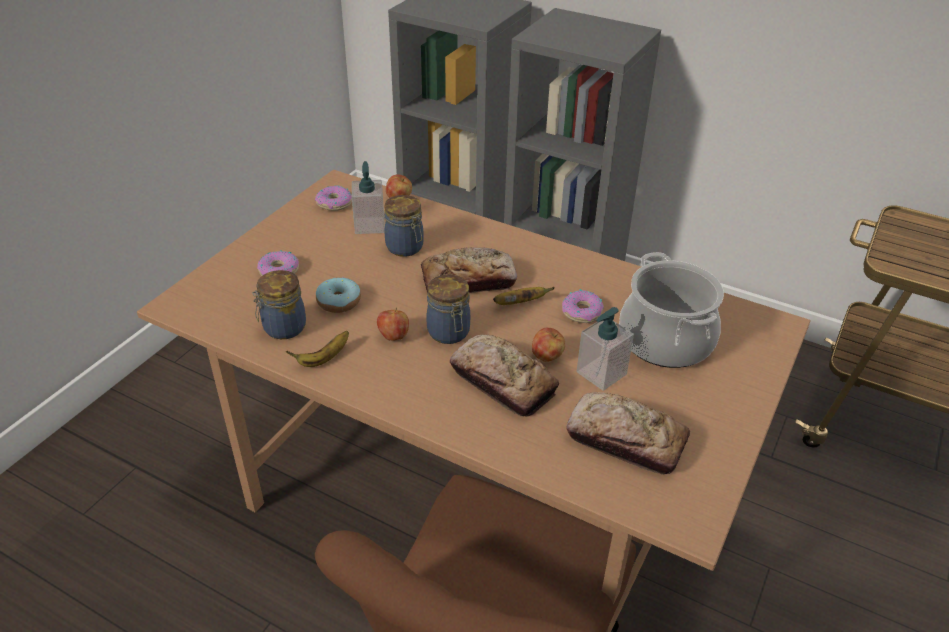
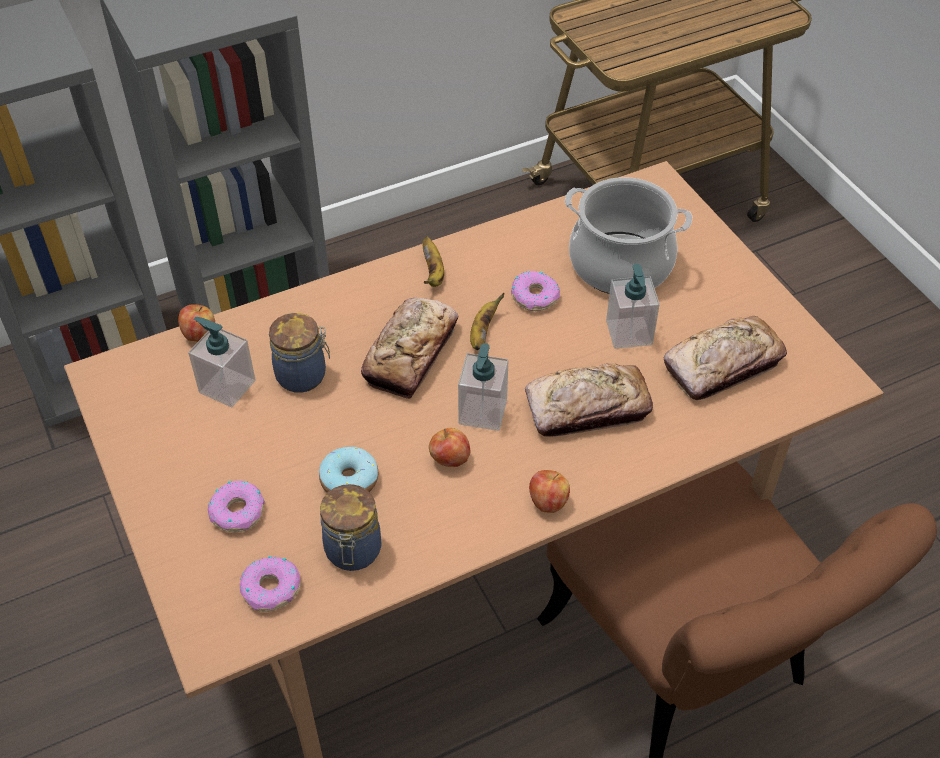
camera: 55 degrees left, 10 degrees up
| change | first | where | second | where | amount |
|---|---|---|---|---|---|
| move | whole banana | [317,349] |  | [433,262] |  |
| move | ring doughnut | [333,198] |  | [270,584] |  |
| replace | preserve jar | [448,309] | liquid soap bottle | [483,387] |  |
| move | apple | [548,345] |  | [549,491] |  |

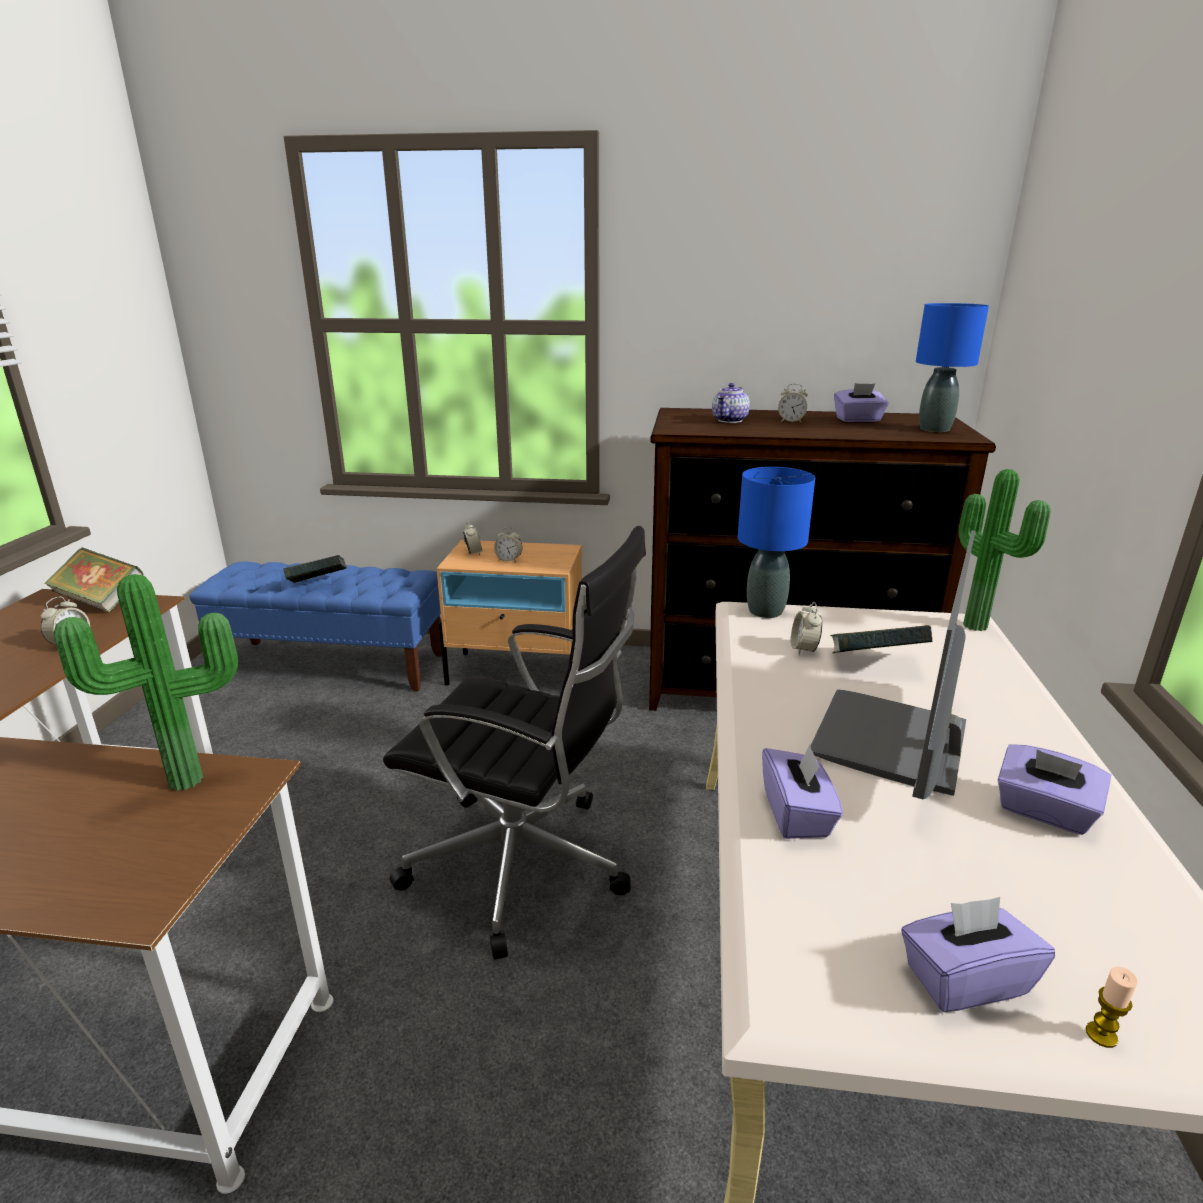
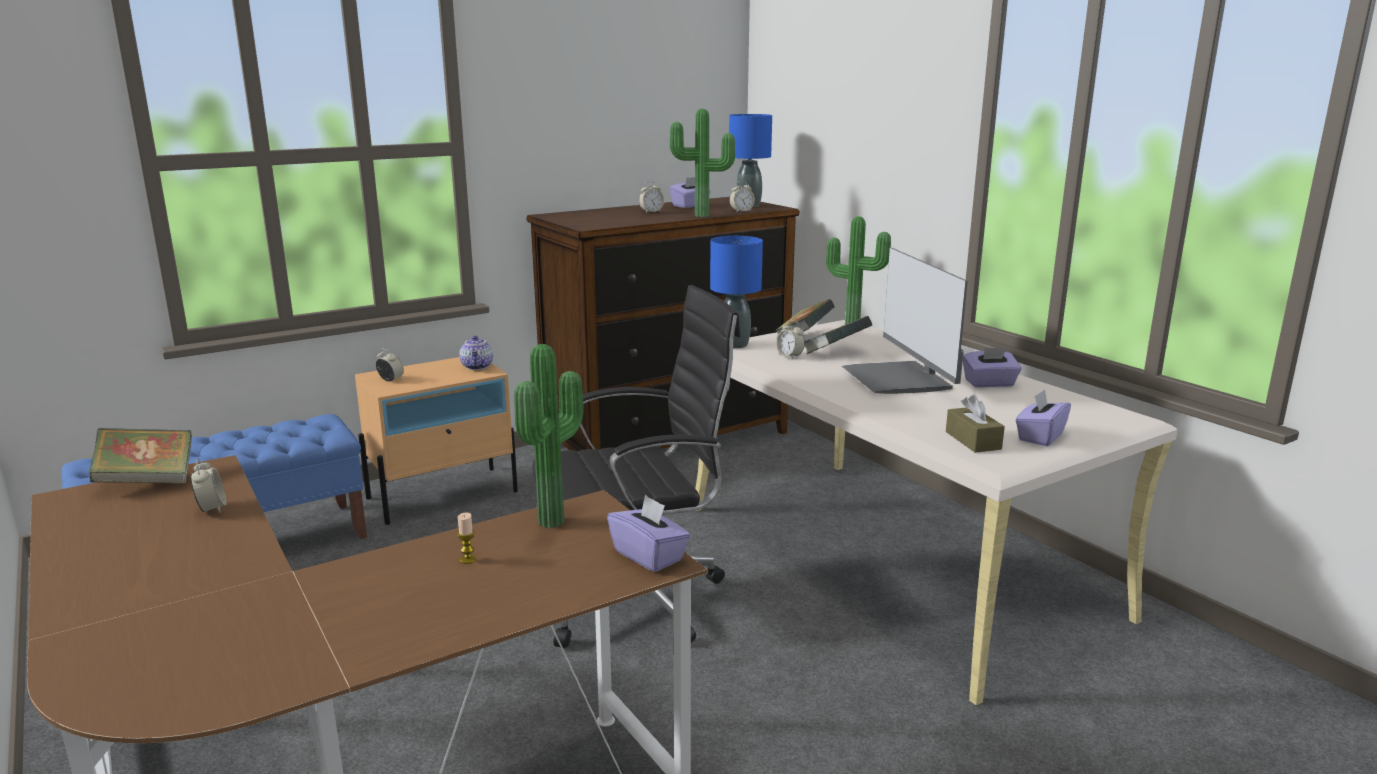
camera: 40 degrees left, 5 degrees down
| change | first | where | second | where | amount |
|---|---|---|---|---|---|
| move | book | [315,569] |  | [805,316] |  |
| move | table clock | [508,544] |  | [742,197] |  |
| move | tea pot | [731,403] |  | [476,353] |  |
| move | tissue box (purple-coloured) | [802,792] |  | [649,533] |  |
| move | wax candle | [1112,1007] |  | [467,538] |  |
| insert |  |  | plant in a pot | [702,163] |  |
| insert |  |  | tissue box (brownish) | [975,423] |  |

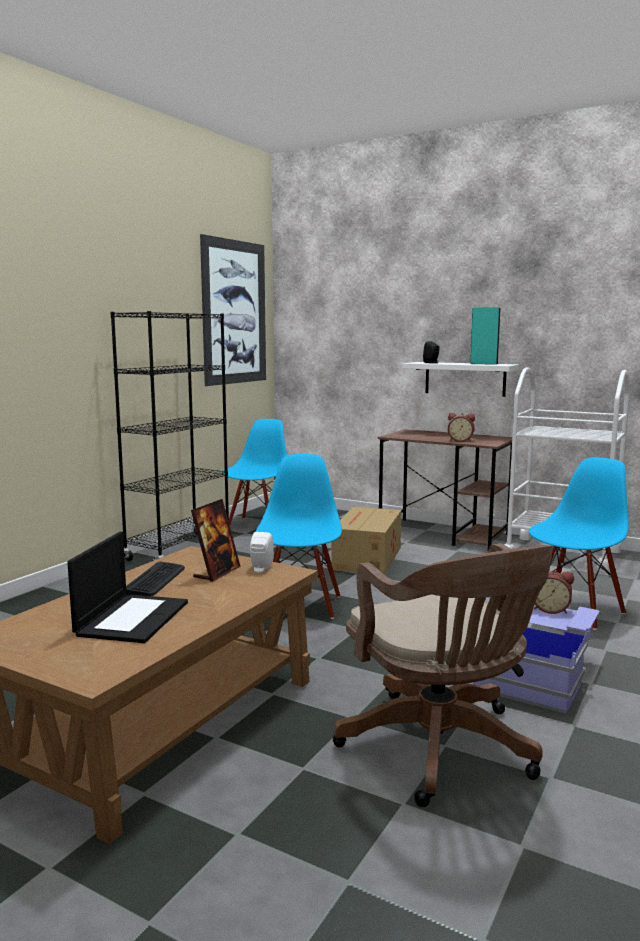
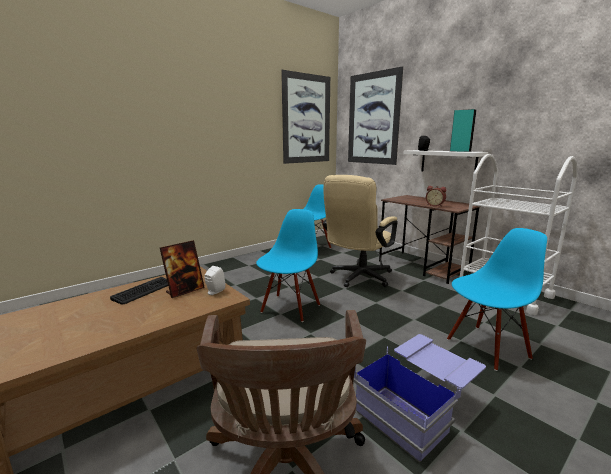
camera: 20 degrees right, 5 degrees up
| change | first | where | second | where | amount |
|---|---|---|---|---|---|
| delete | notebook computer | [127,587] |  |  |  |
| delete | bookcase (blackish) | [169,436] |  |  |  |
| replace | cardboard box | [366,541] | office chair (beige-coloured) | [360,231] |  |
| delete | table clock | [554,592] |  |  |  |
| insert |  |  | picture | [375,115] |  |

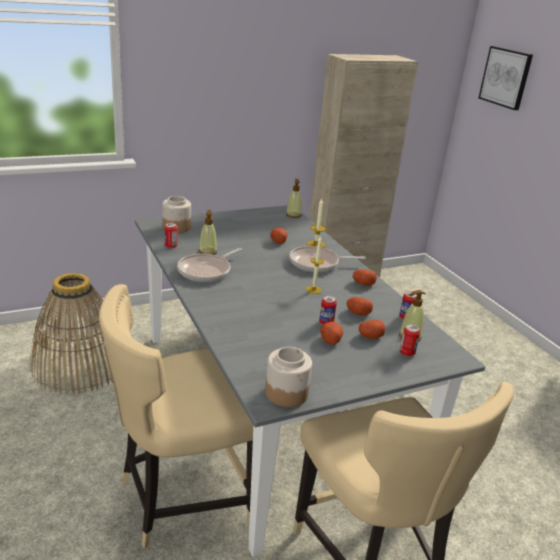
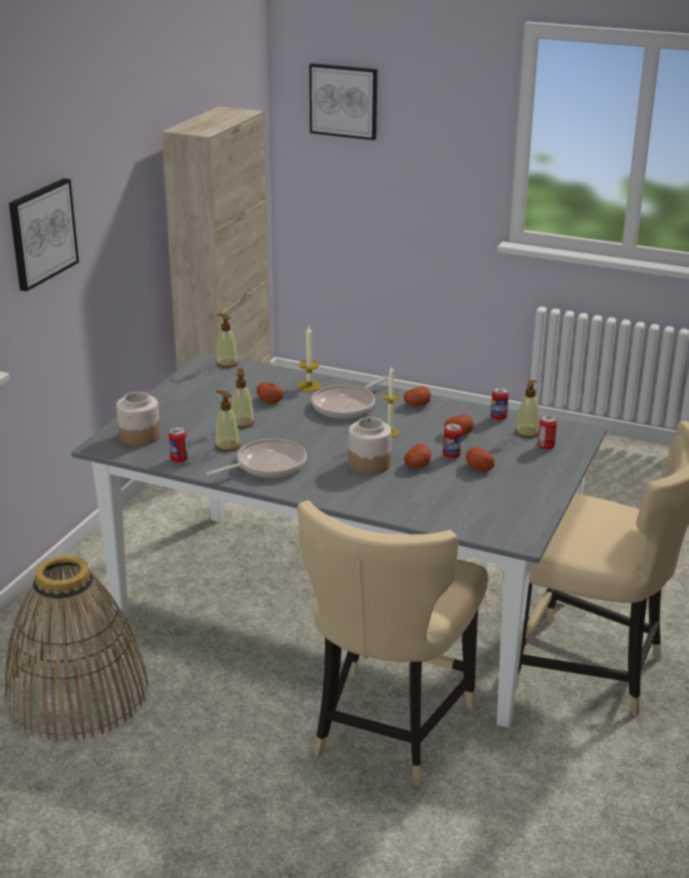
camera: 40 degrees left, 0 degrees up
| change | first | where | second | where | amount |
|---|---|---|---|---|---|
| rotate | skillet | [209,265] |  | [256,458] | 120 degrees counterclockwise |
| move | preserve jar | [288,377] |  | [370,445] |  |
| move | potato | [372,329] |  | [417,456] |  |
| insert |  |  | picture | [44,234] |  |
| insert |  |  | liquid soap bottle | [243,398] |  |

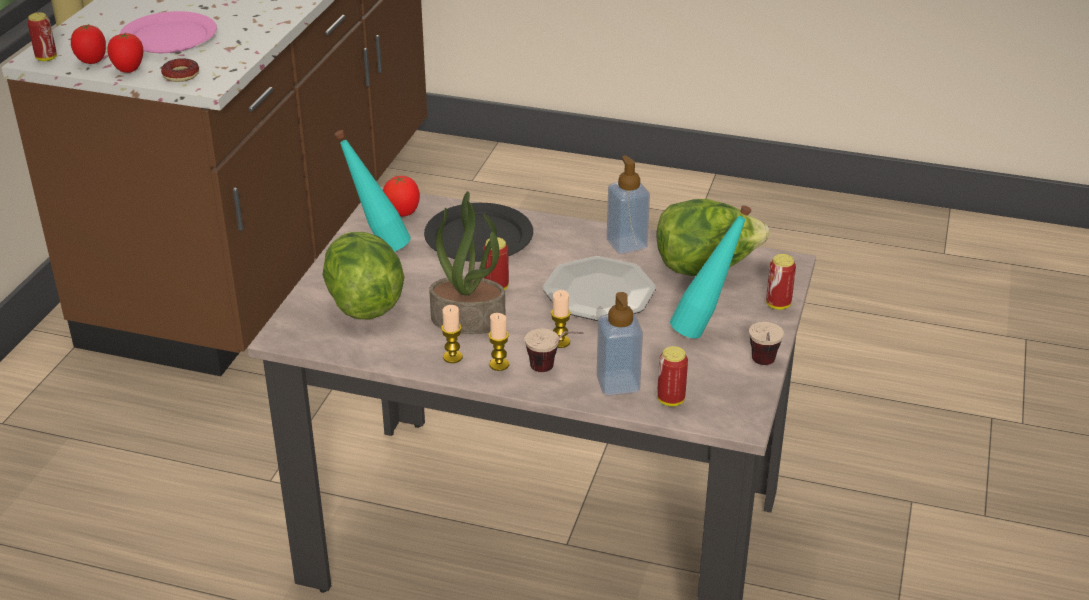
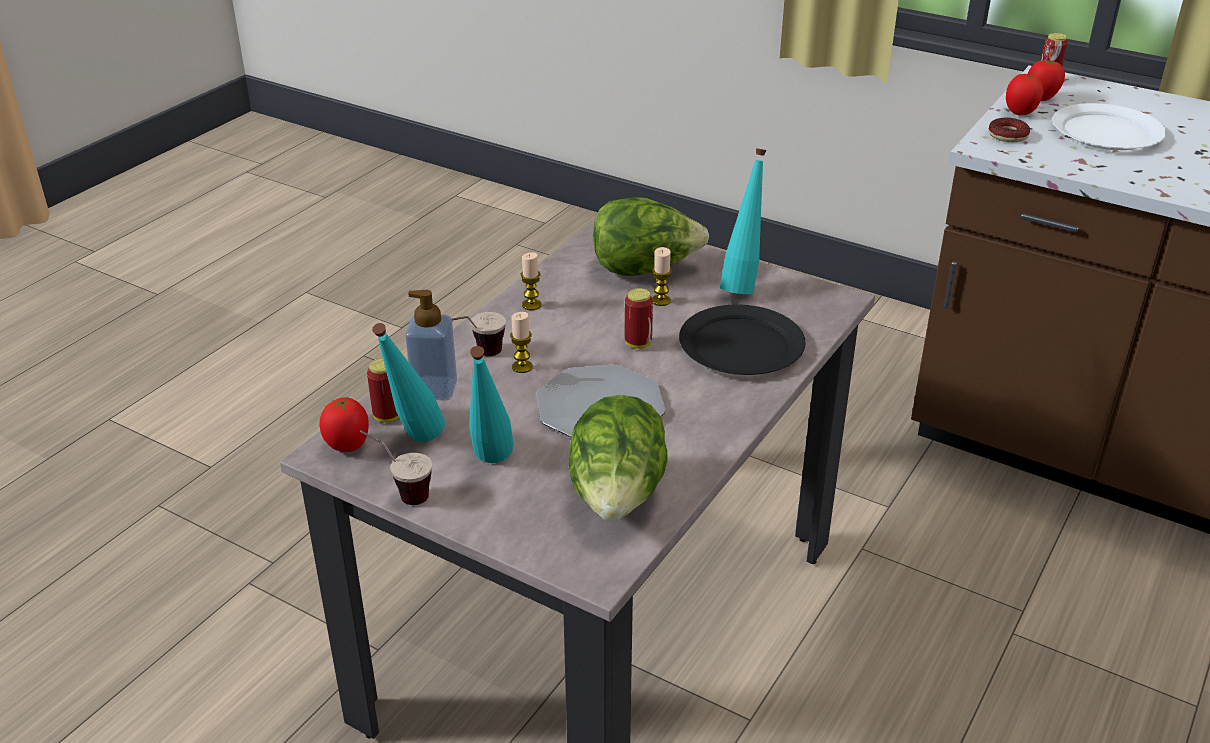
camera: 105 degrees right, 0 degrees up
| change | first | where | second | where | amount |
|---|---|---|---|---|---|
| recolor | flat dish (pink) | [168,32] | flat dish (white-coloured) | [1109,126] |  |
| move | whole tomato | [401,195] |  | [344,424] |  |
| delete | plant in a pot | [467,262] |  |  |  |
| move | wax candle | [498,342] |  | [662,276] |  |
| delete | liquid soap bottle | [628,204] |  |  |  |
| delete | metal can | [781,282] |  |  |  |
| insert |  |  | drink bottle (turquoise) | [408,382] |  |

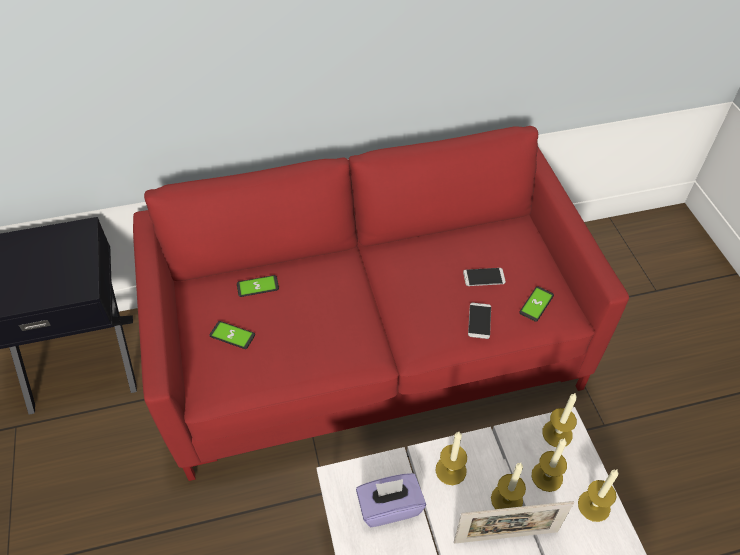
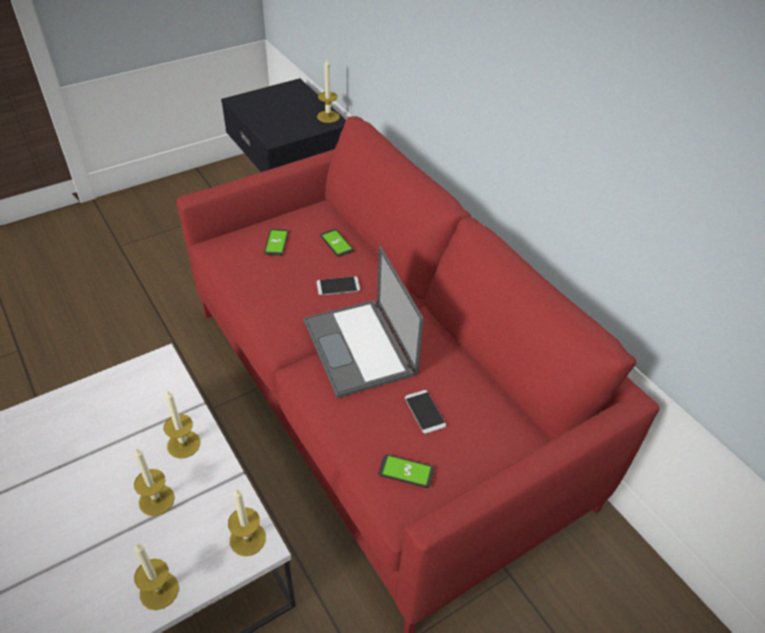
camera: 70 degrees right, 5 degrees down
| change | first | where | second | where | amount |
|---|---|---|---|---|---|
| delete | tissue box (purple-coloured) | [391,500] |  |  |  |
| delete | photo frame | [514,522] |  |  |  |
| move | handset | [479,321] |  | [338,285] |  |
| move | wax candle | [549,465] |  | [328,91] |  |
| insert |  |  | notebook computer | [364,322] |  |

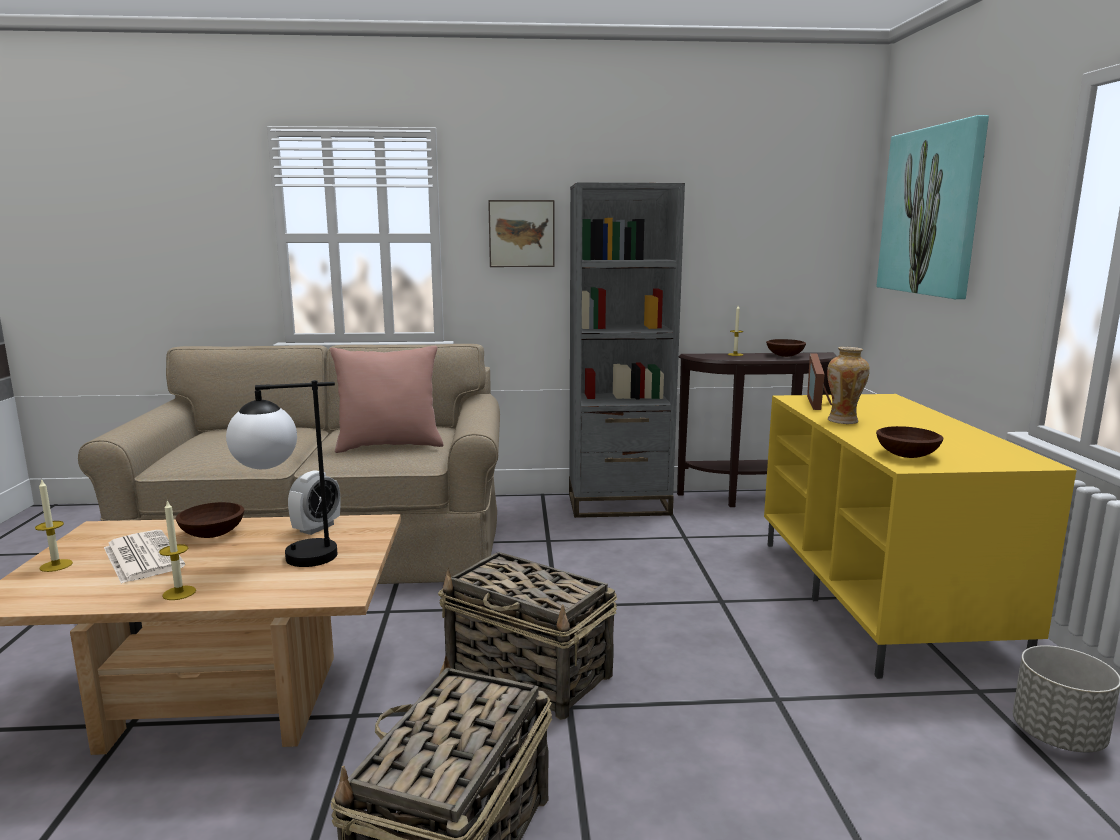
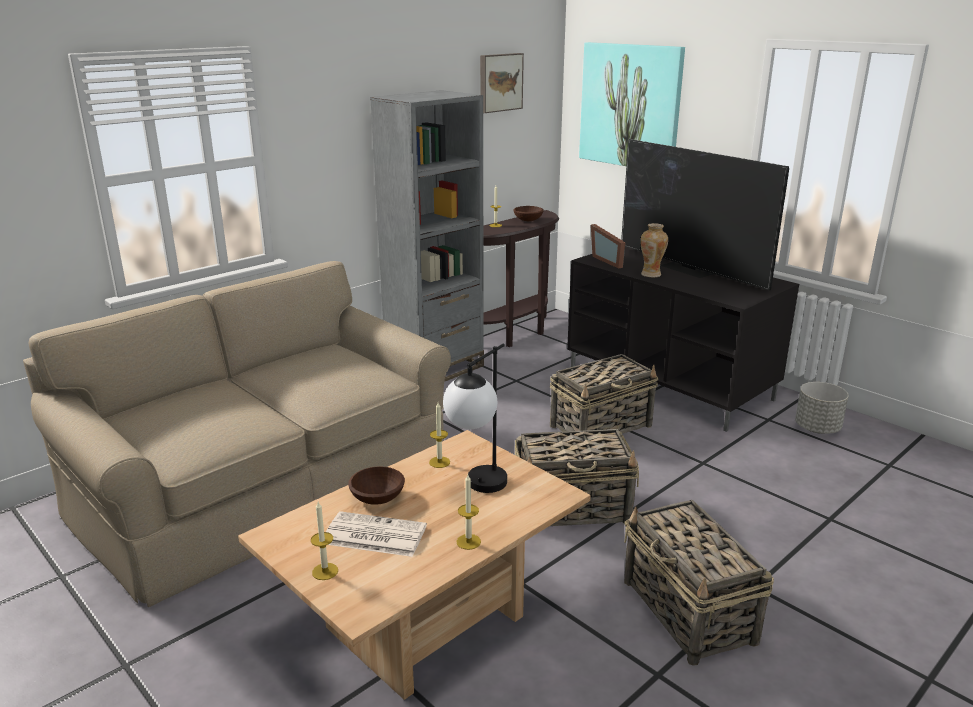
camera: 40 degrees left, 10 degrees up
| change | first | where | second | where | amount |
|---|---|---|---|---|---|
| replace | table clock | [314,502] | wax candle | [439,435] |  |
| delete | cushion (pink) | [387,399] |  |  |  |
| move | picture | [521,233] |  | [502,83] |  |
| recolor | media console (yellow-coloured) | [920,536] | media console (blackish) | [683,339] |  |
| delete | deep dish (brownish) | [909,442] |  |  |  |
| insert |  |  | household basket | [604,394] |  |
| insert |  |  | television | [705,214] |  |

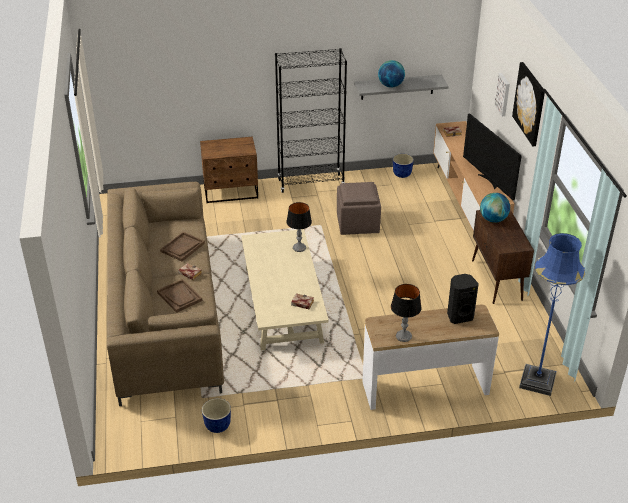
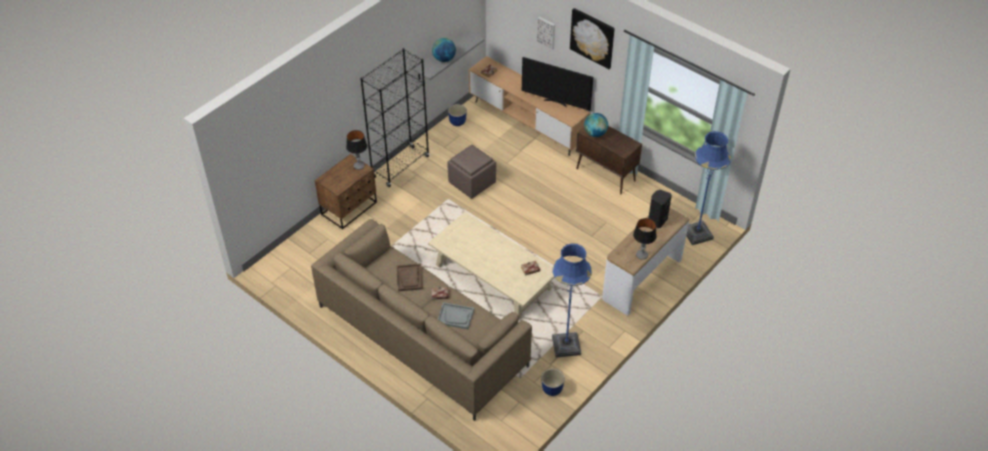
camera: 40 degrees left, 10 degrees up
| change | first | where | second | where | amount |
|---|---|---|---|---|---|
| recolor | tray (brownish) | [179,296] | tray (gray) | [456,315] |  |
| move | table lamp | [299,227] |  | [356,150] |  |
| insert |  |  | standard lamp (bluish) | [572,300] |  |

